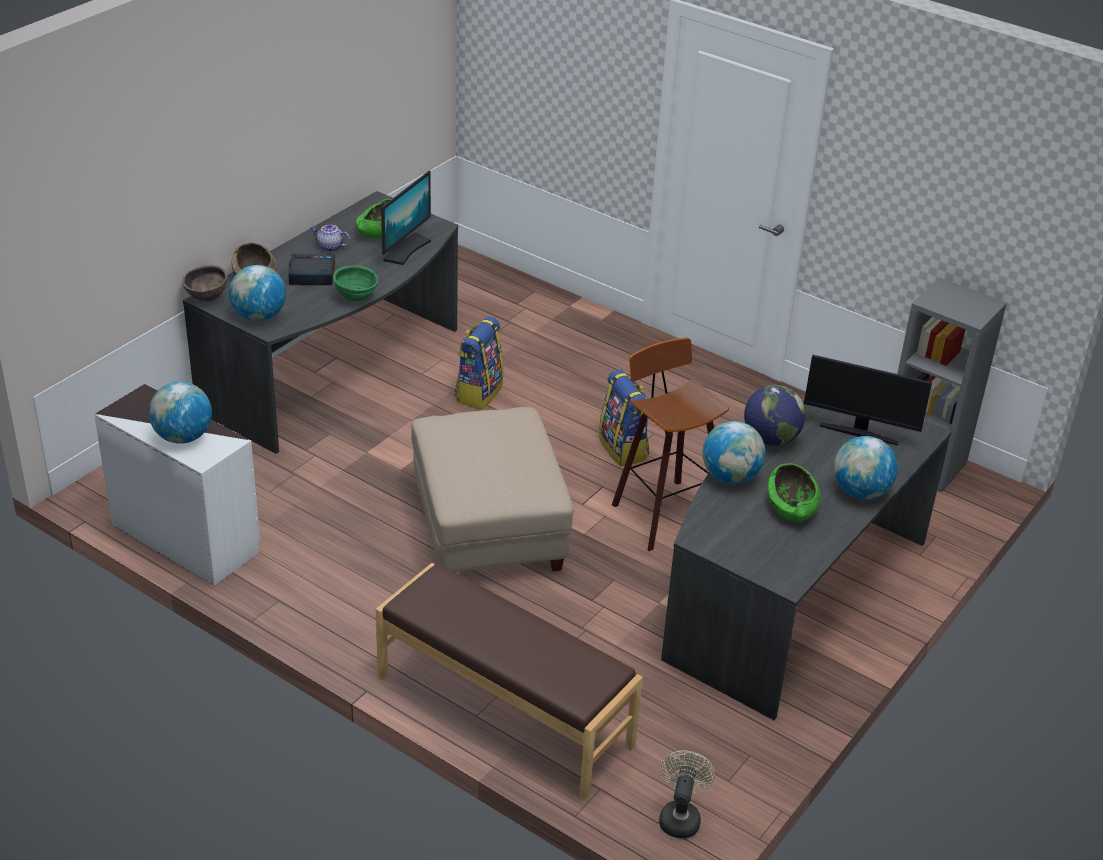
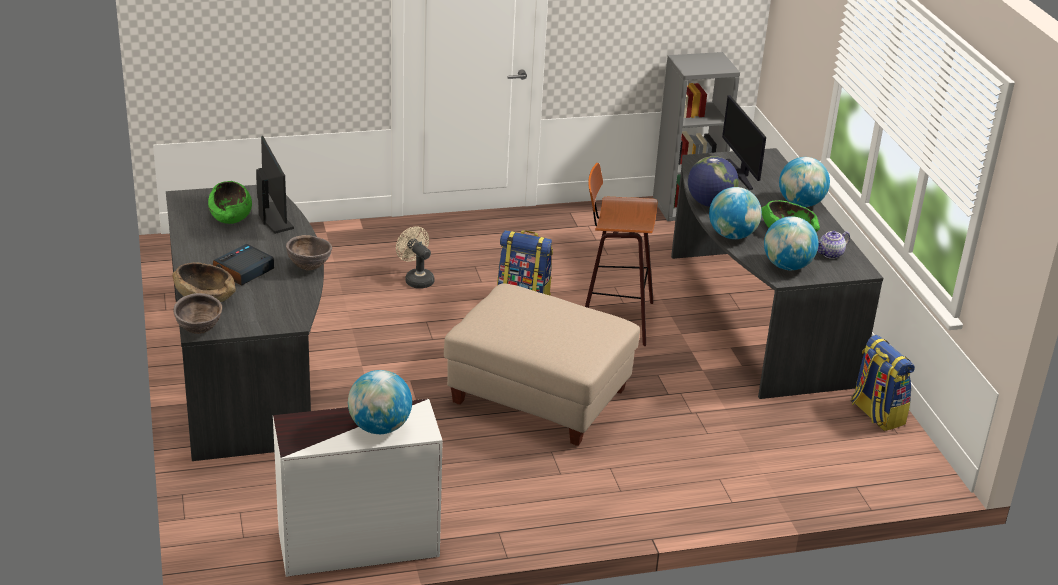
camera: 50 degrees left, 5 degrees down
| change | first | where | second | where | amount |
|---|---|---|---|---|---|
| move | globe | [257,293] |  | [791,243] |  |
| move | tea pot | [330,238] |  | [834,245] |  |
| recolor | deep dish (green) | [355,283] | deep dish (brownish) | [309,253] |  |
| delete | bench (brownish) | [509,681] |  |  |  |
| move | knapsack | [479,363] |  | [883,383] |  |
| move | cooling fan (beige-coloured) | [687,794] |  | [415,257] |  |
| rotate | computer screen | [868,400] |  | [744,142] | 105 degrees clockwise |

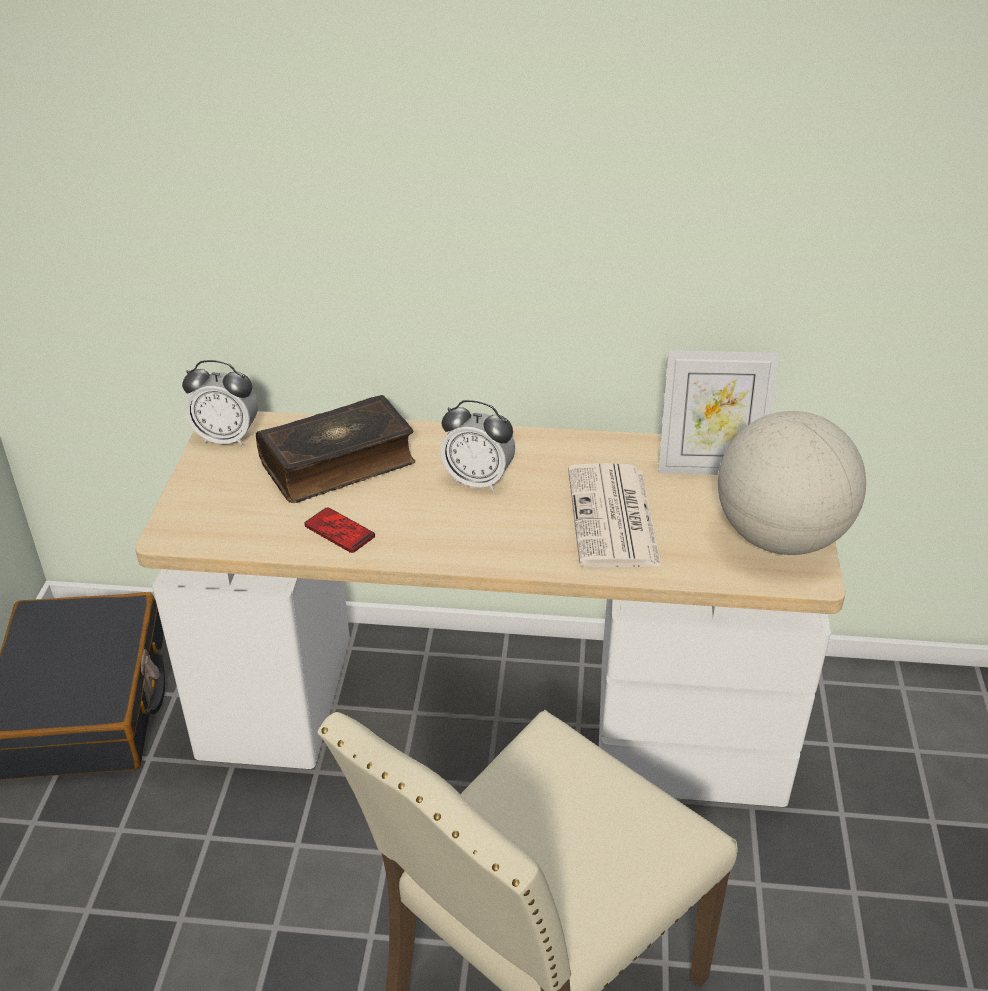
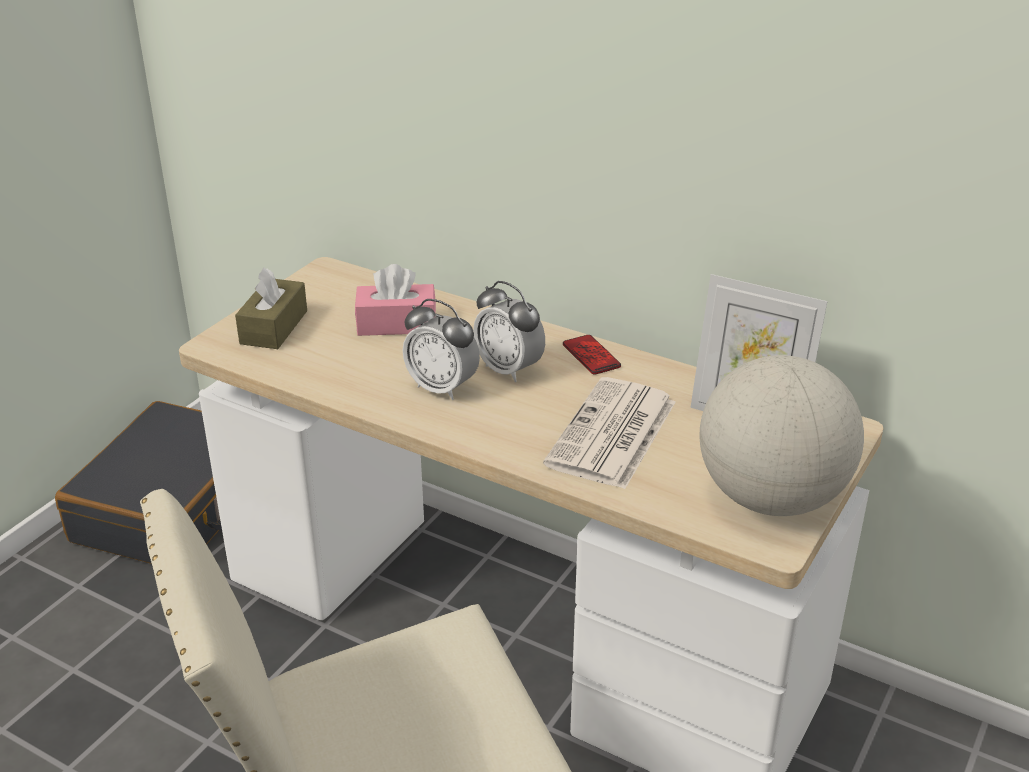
camera: 25 degrees right, 5 degrees down
| change | first | where | second | where | amount |
|---|---|---|---|---|---|
| move | table clock | [220,403] |  | [441,349] |  |
| replace | book | [335,449] | tissue box (pink) | [395,300] |  |
| move | handset | [339,530] |  | [592,355] |  |
| insert |  |  | tissue box (brownish) | [271,308] |  |

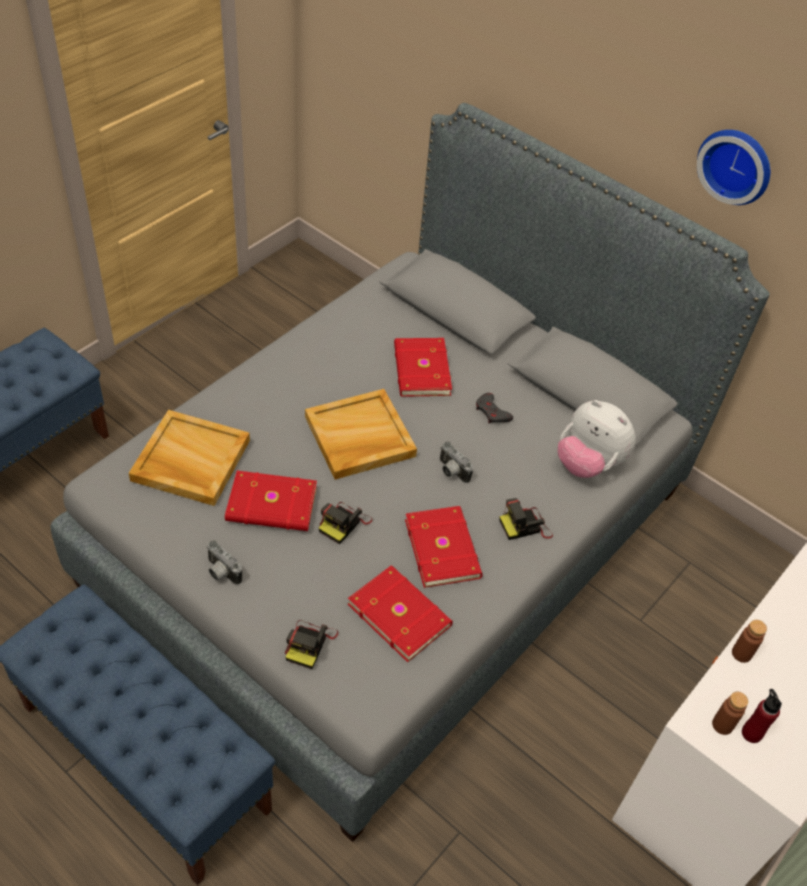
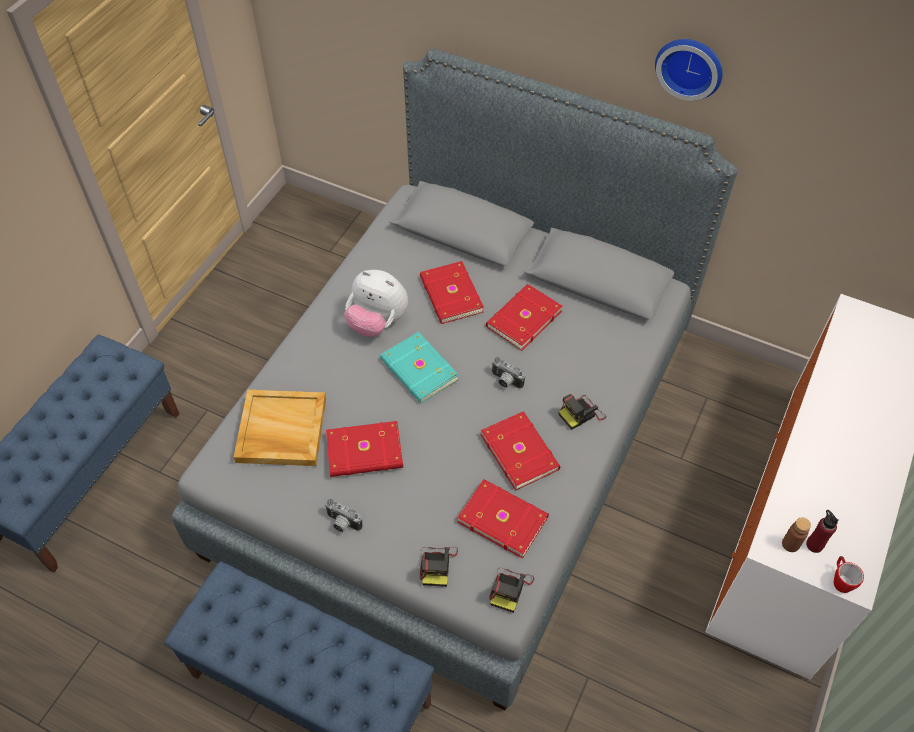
camera: 10 degrees left, 5 degrees up
| change | first | where | second | where | amount |
|---|---|---|---|---|---|
| replace | tray (beige-coloured) | [361,434] | book (turquoise) | [419,367] |  |
| move | still camera | [346,523] |  | [511,590] |  |
| replace | game controller (gray) | [494,408] | book (red-coloured) | [524,317] |  |
| move | plush toy | [597,439] |  | [376,303] |  |
| delete | drink bottle (brownish) | [749,641] |  |  |  |
| insert |  |  | tea mug | [849,574] |  |

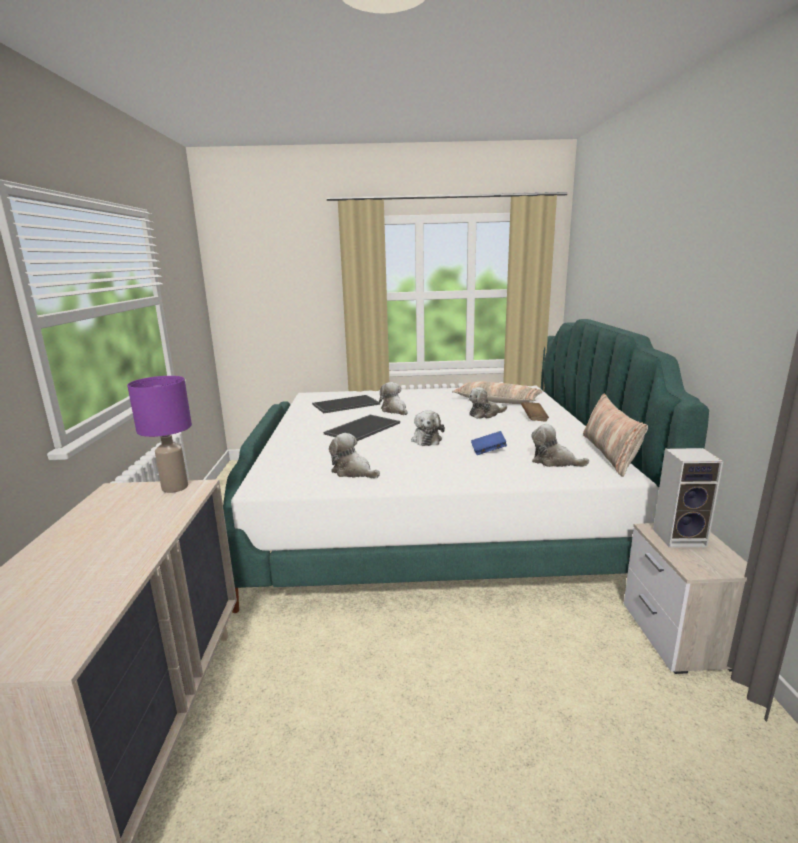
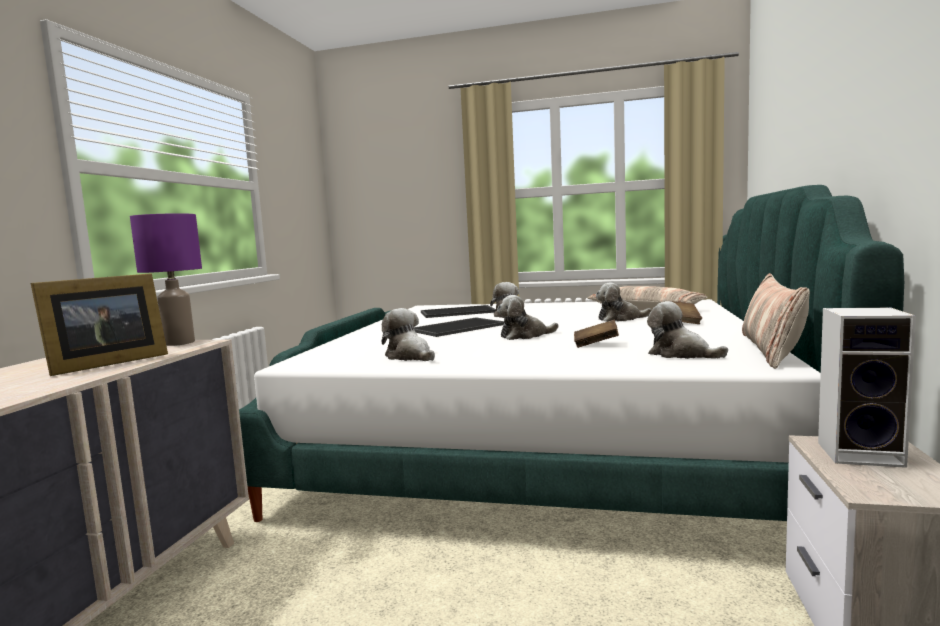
camera: 15 degrees right, 10 degrees down
| change | first | where | second | where | amount |
|---|---|---|---|---|---|
| rotate | plush toy | [428,428] |  | [528,317] | 60 degrees clockwise |
| recolor | book (bluish) | [489,443] | book (brownish) | [596,334] |  |
| insert |  |  | photo frame | [99,324] |  |

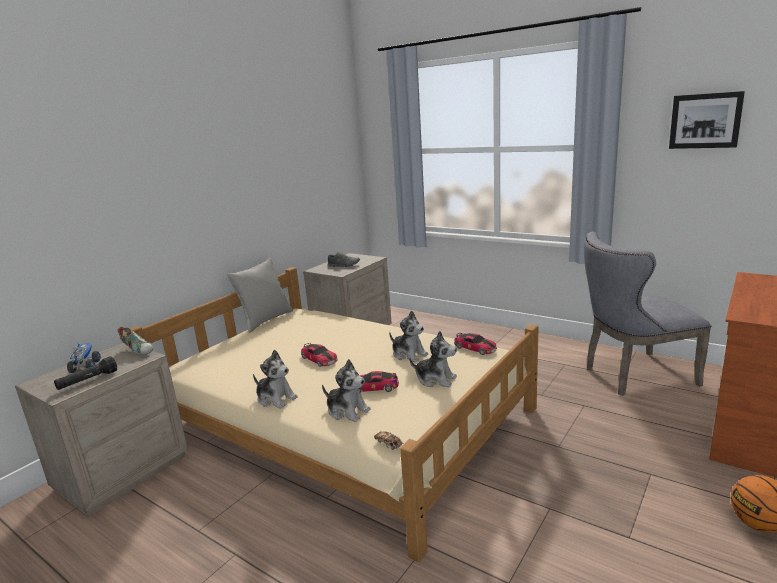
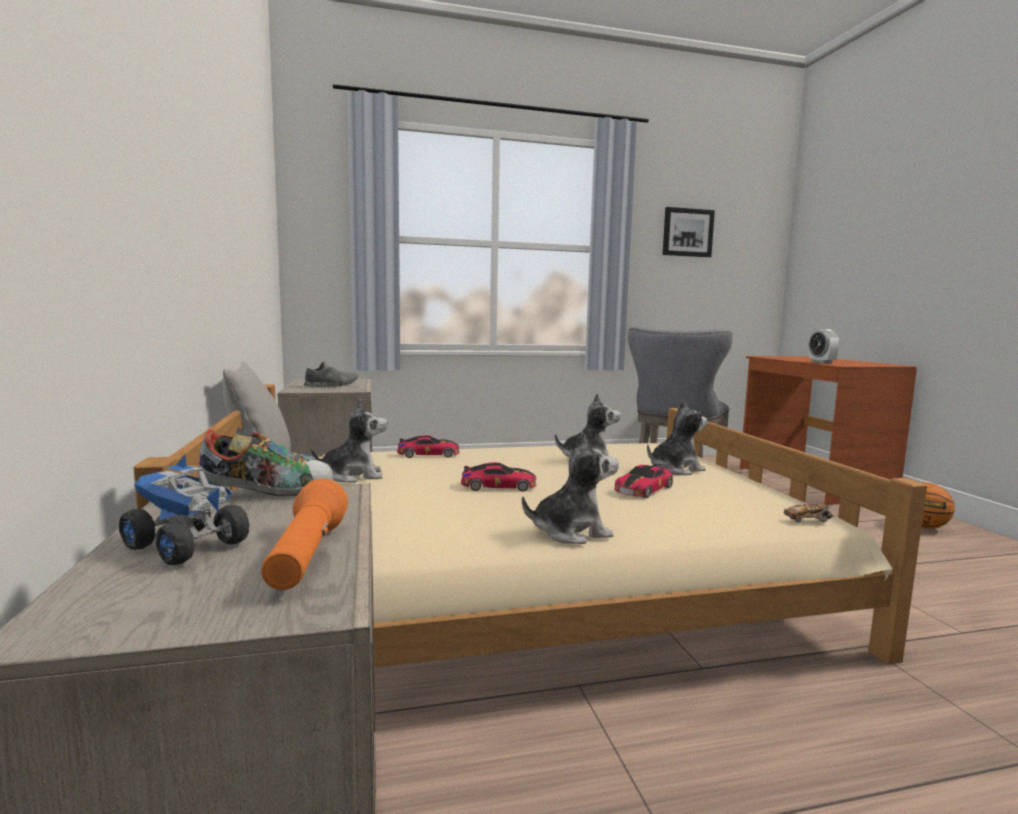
camera: 50 degrees left, 10 degrees down
| change | first | where | second | where | amount |
|---|---|---|---|---|---|
| recolor | torch (blackish) | [85,373] | torch (orange-coloured) | [304,534] |  |
| move | plush toy | [346,390] |  | [349,441] |  |
| move | miniature car | [475,344] |  | [428,446] |  |
| insert |  |  | table clock | [824,346] |  |

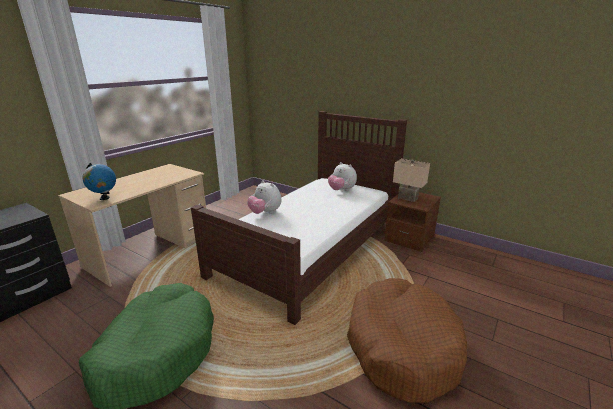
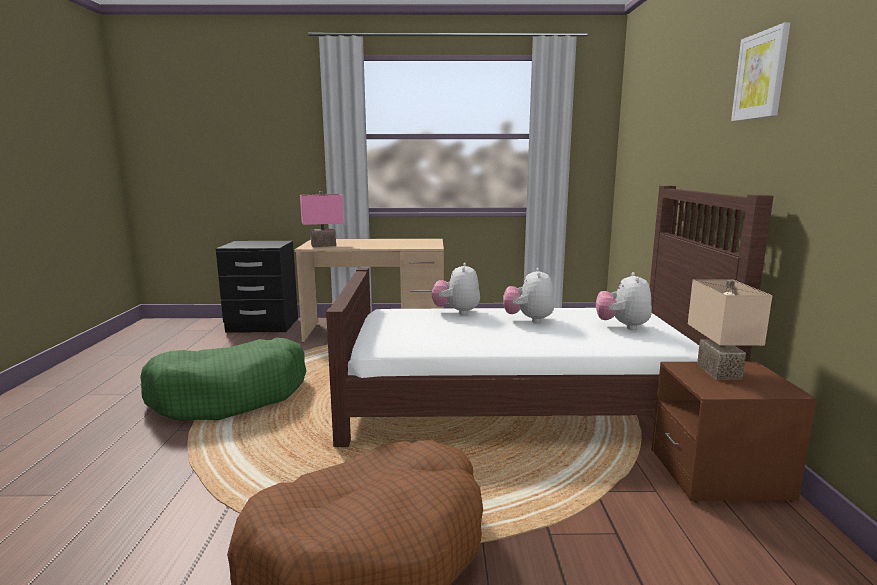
camera: 55 degrees right, 10 degrees down
| change | first | where | second | where | amount |
|---|---|---|---|---|---|
| replace | globe | [99,181] | table lamp (pink) | [322,219] |  |
| insert |  |  | plush toy | [529,295] |  |
| insert |  |  | picture | [760,71] |  |

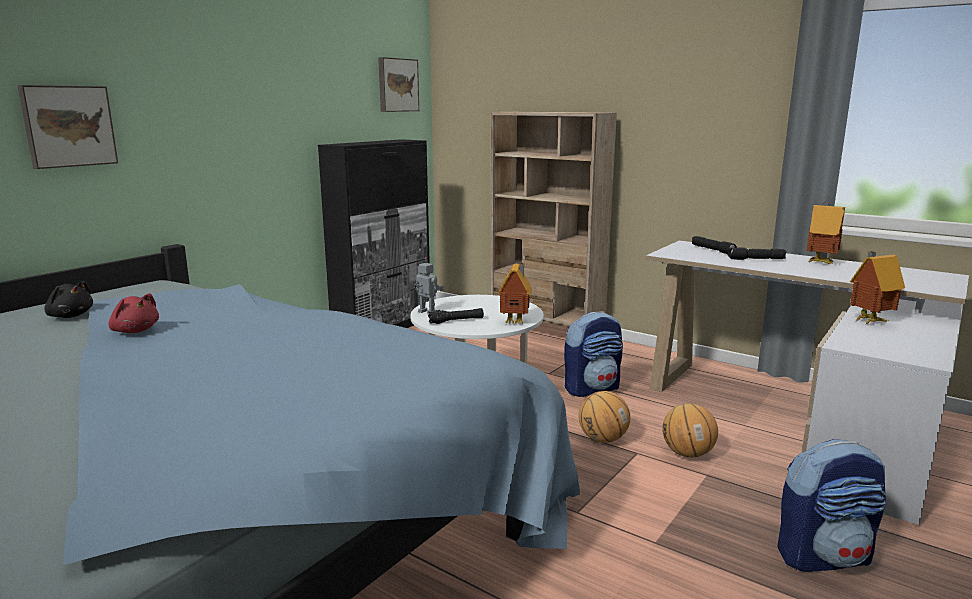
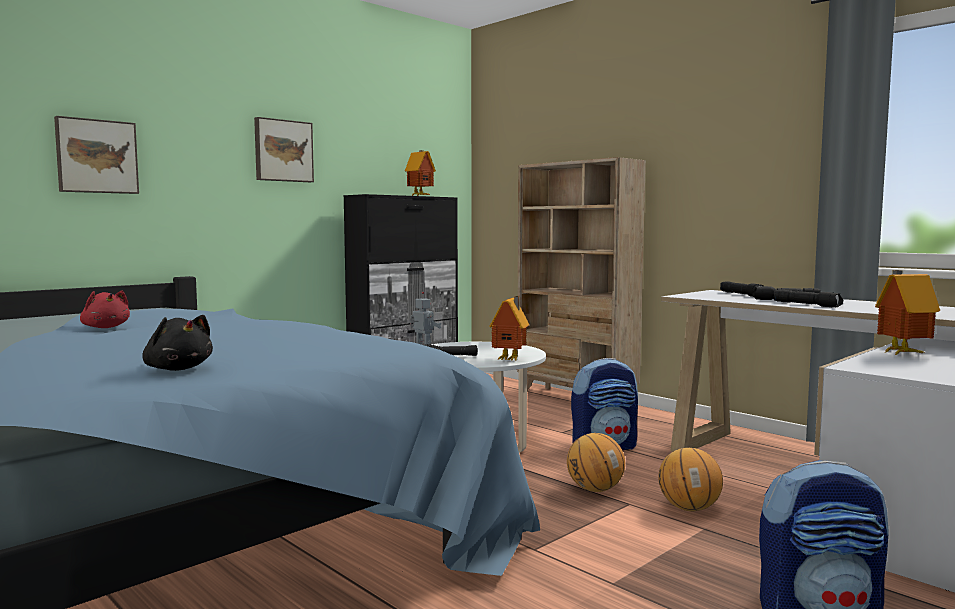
camera: 10 degrees right, 10 degrees down
| change | first | where | second | where | amount |
|---|---|---|---|---|---|
| move | plush toy (blackish) | [68,299] |  | [177,343] |  |
| move | picture | [398,84] |  | [284,149] |  |
| move | toy house | [825,233] |  | [420,173] |  |
| insert |  |  | torch (blackish) | [808,298] |  |

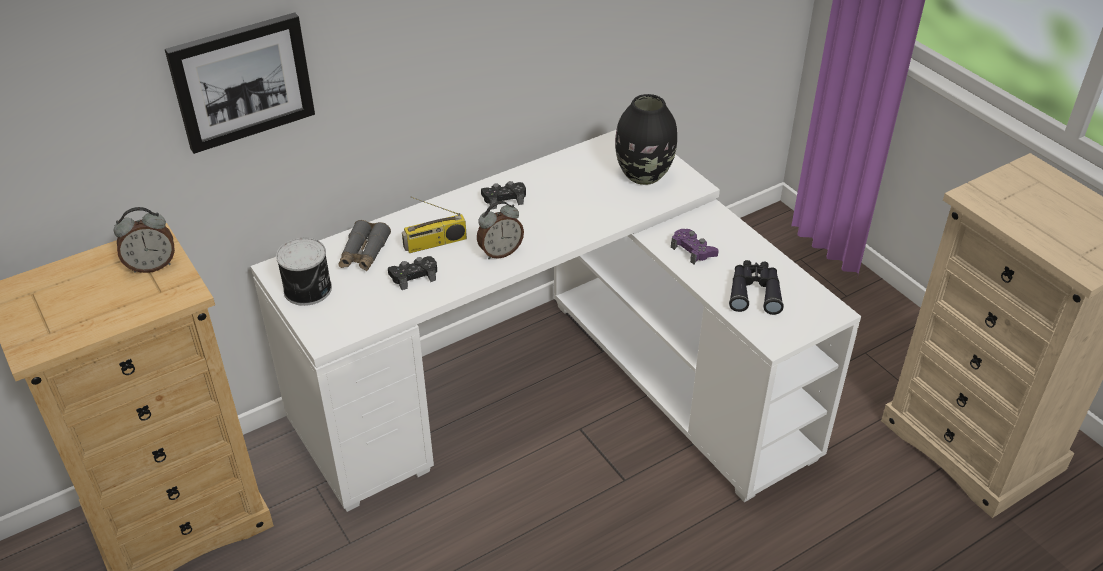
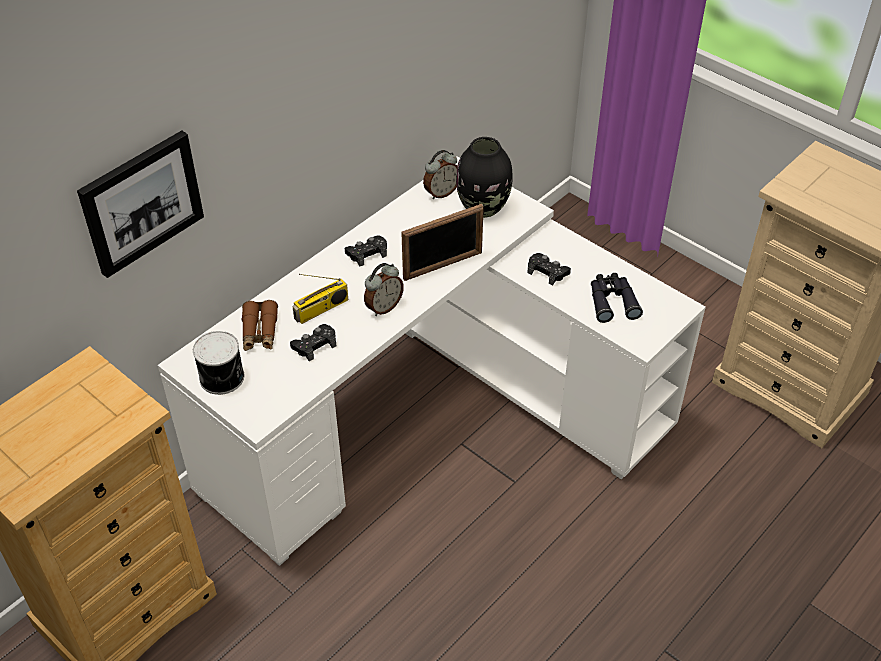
camera: 15 degrees left, 5 degrees up
| change | first | where | second | where | amount |
|---|---|---|---|---|---|
| move | table clock | [144,240] |  | [440,175] |  |
| recolor | binoculars (gray) | [364,245] | binoculars (brownish) | [260,325] |  |
| recolor | game controller (purple-coloured) | [695,246] | game controller (blackish) | [549,269] |  |
| insert |  |  | photo frame | [442,242] |  |

